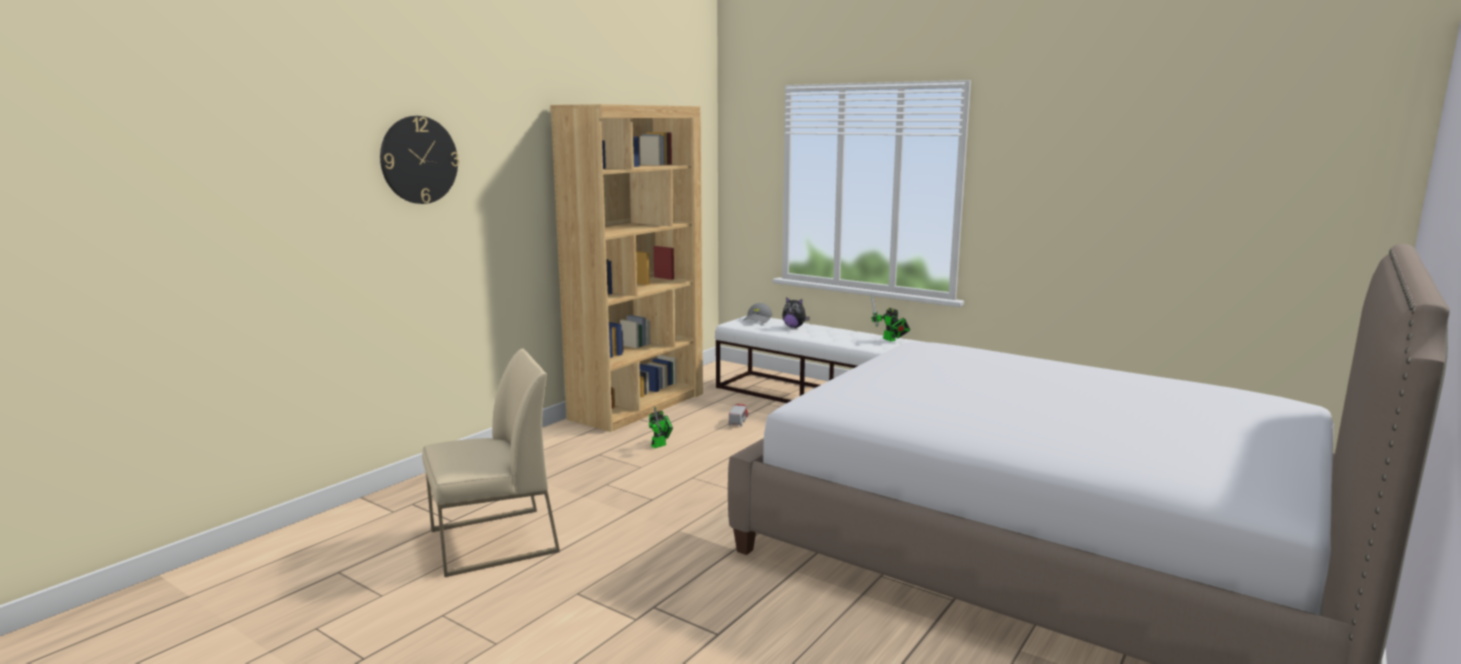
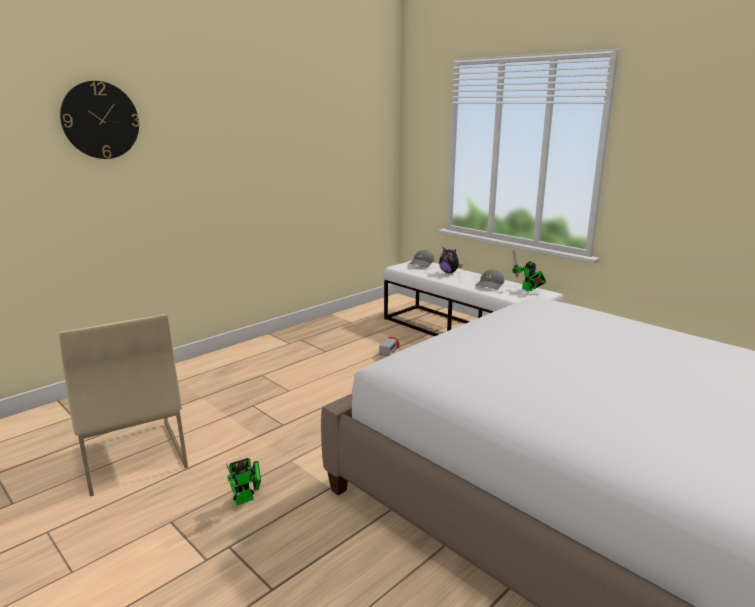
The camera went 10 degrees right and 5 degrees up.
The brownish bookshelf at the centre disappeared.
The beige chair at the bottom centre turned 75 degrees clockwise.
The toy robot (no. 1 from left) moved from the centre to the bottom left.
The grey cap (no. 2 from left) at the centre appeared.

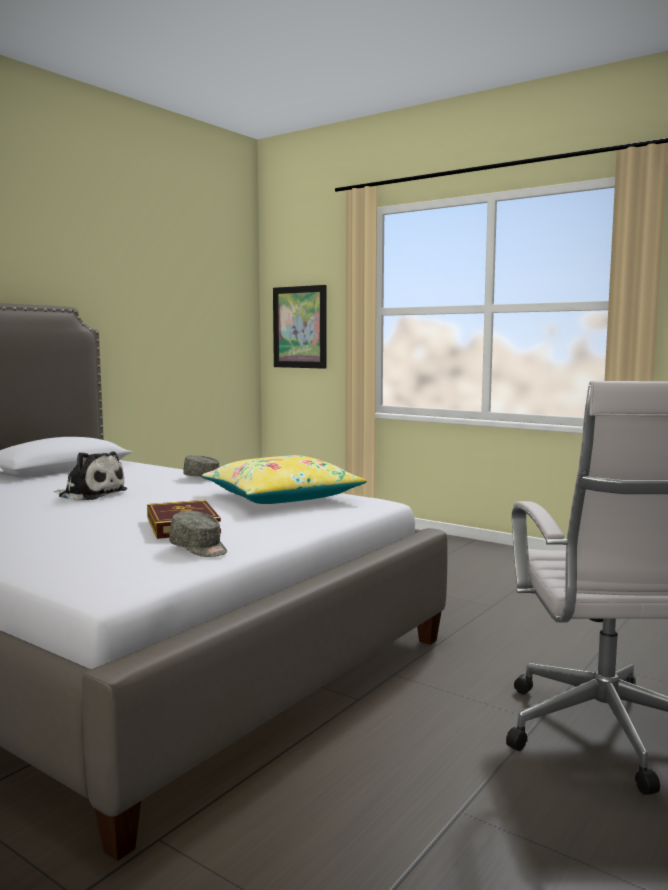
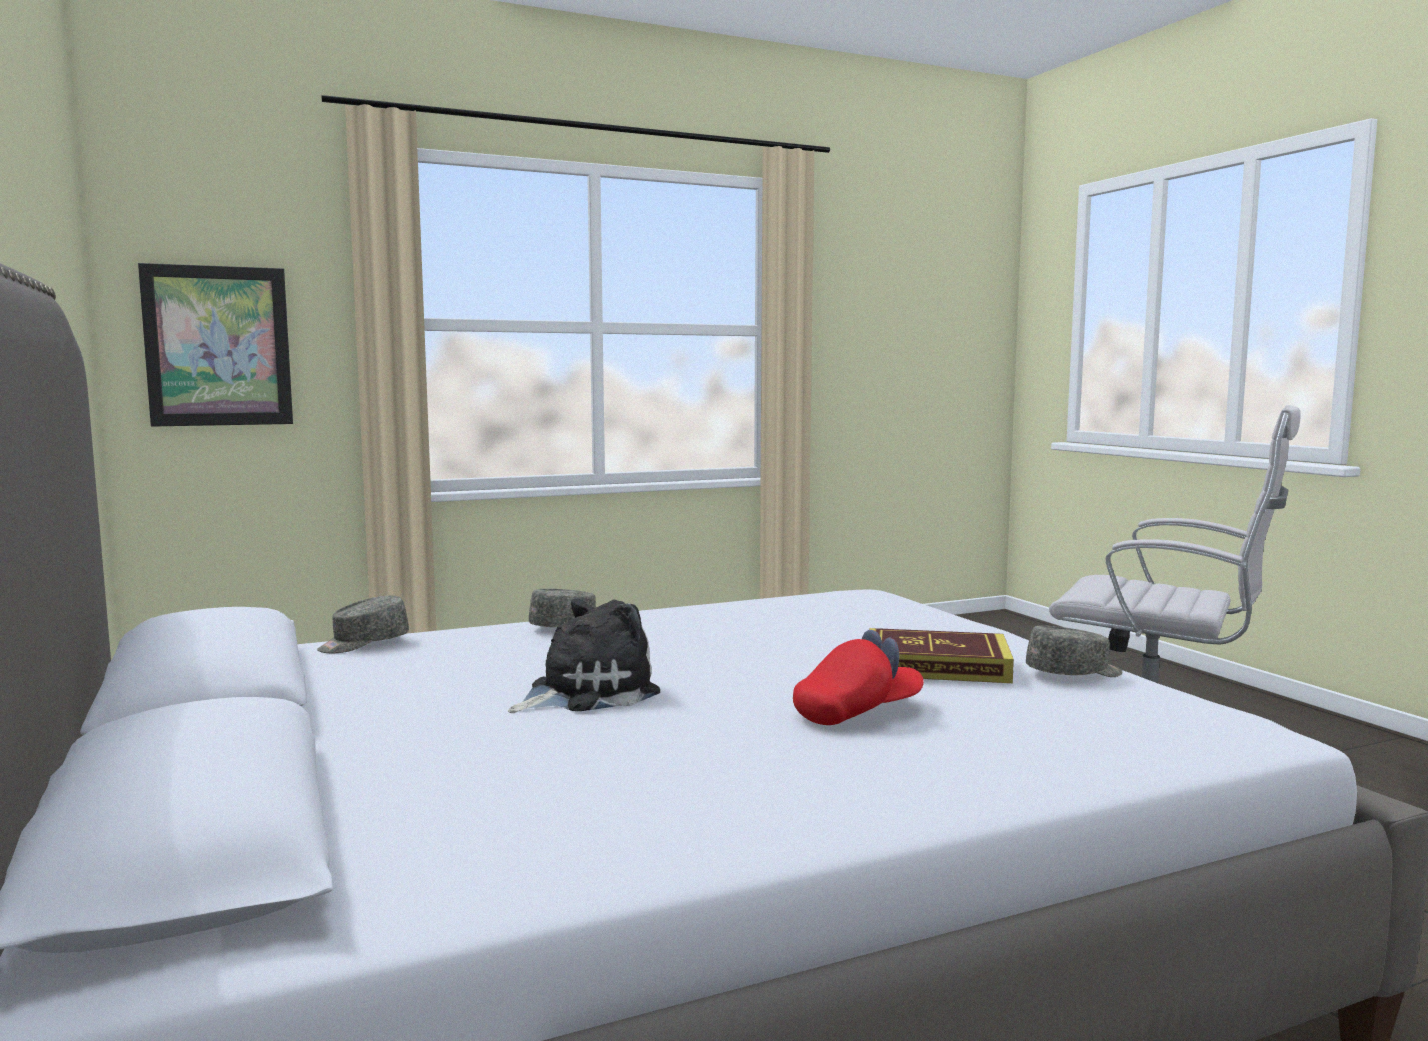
The camera went 60 degrees left and 0 degrees up.
The yellowish pillow at the centre disappeared.
The grey cap (no. 1 from left) at the middle left appeared.
The red-coloured cap at the centre appeared.

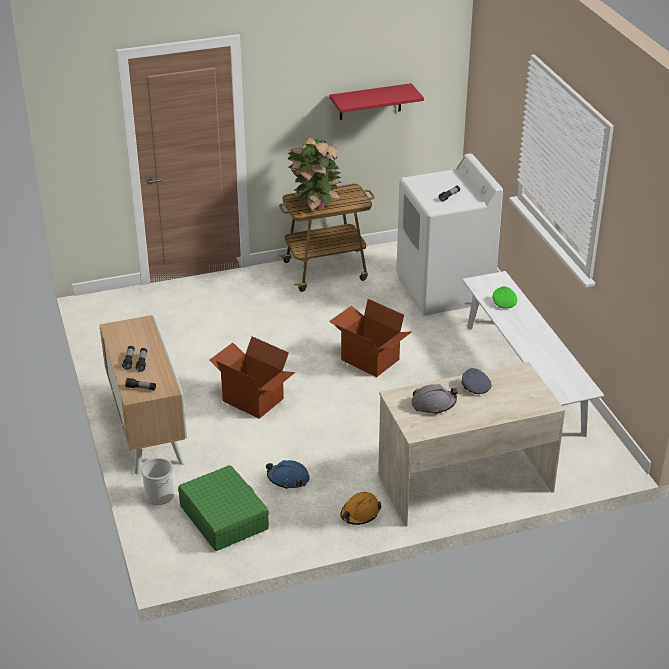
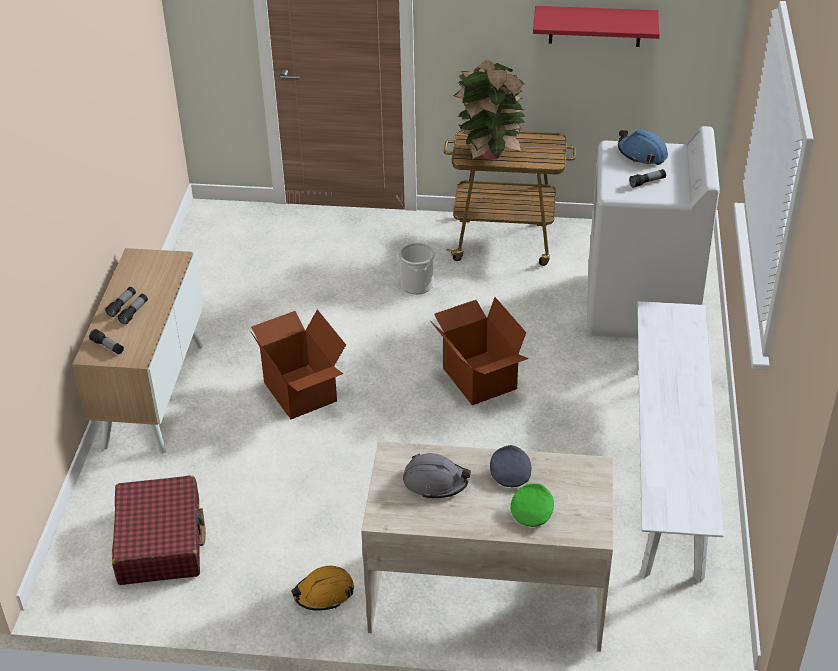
The camera went 25 degrees right and 5 degrees up.
The green-coloured cap moved from the middle right to the bottom centre.
The bucket moved from the bottom left to the centre.
The blue hard hat moved from the bottom centre to the top right.
The green-coloured suitcase at the bottom centre became the red-coloured suitcase at the bottom left.

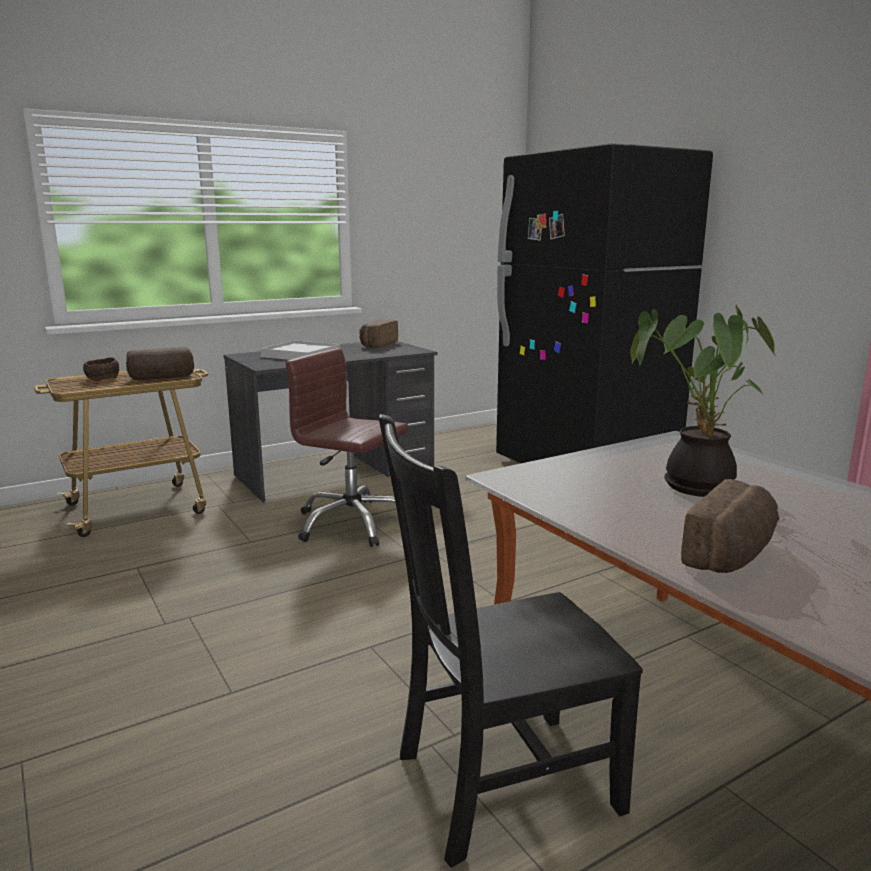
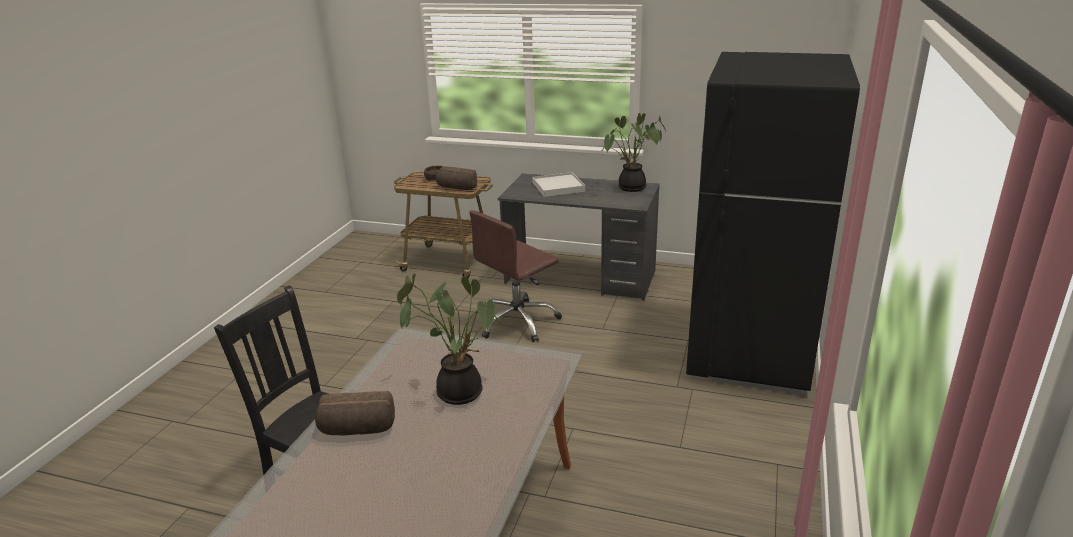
The camera went 50 degrees right and 10 degrees up.
The baked bread (no. 2 from left) at the centre was replaced by the potted plant (no. 2 from left) at the top centre.
The brownish computer chair at the centre turned 120 degrees counterclockwise.

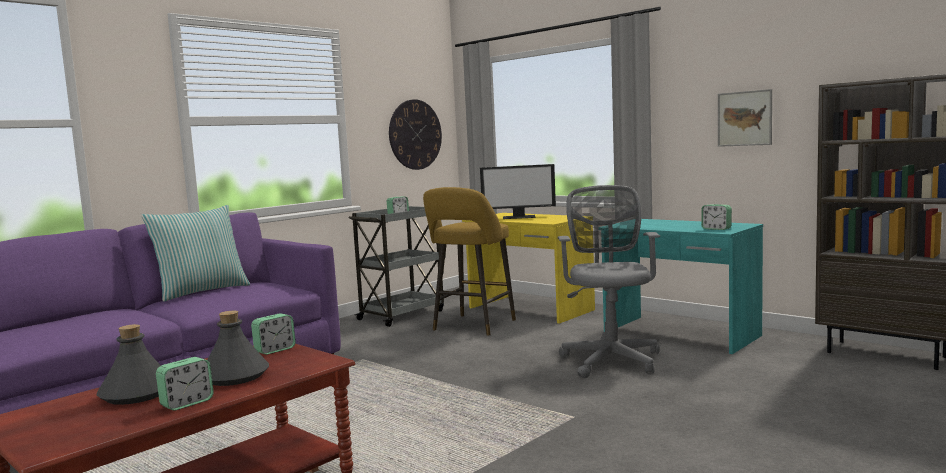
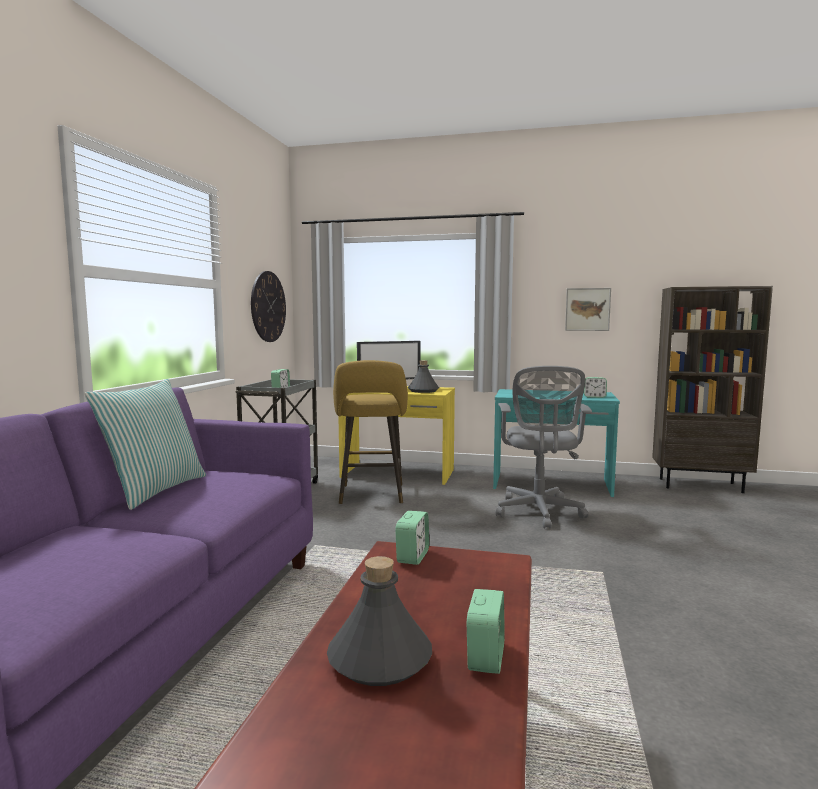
The camera went 30 degrees left and 0 degrees up.
The grey computer chair at the centre turned 150 degrees counterclockwise.
The grey bottle (no. 2 from left) moved from the bottom left to the centre.

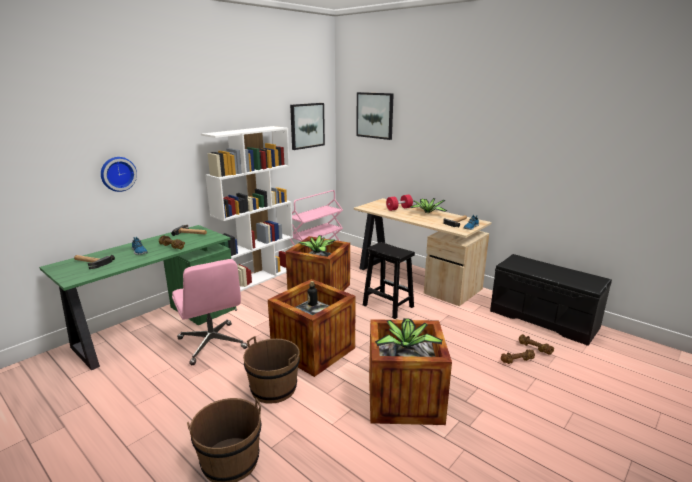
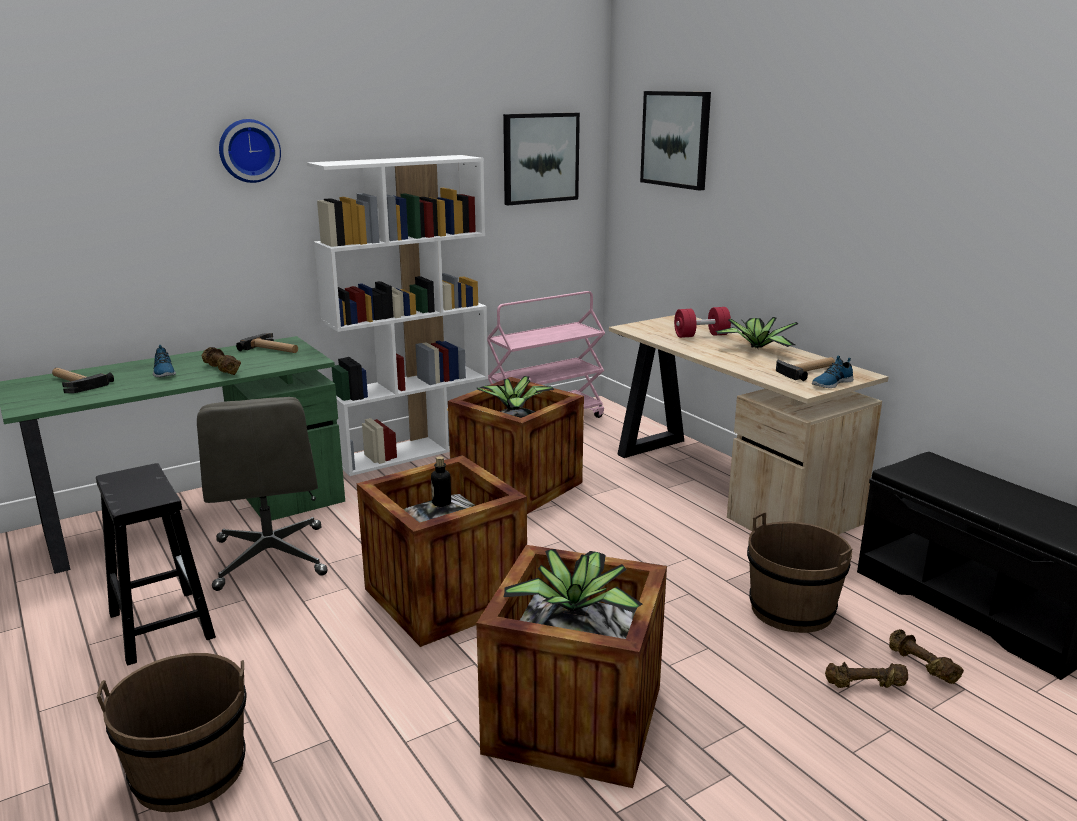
The camera went 15 degrees right and 0 degrees up.
The clock on the wall moved from the middle left to the top left.
The black-coloured sitting stool moved from the centre to the bottom left.
The pink-coloured computer chair at the middle left became the grey computer chair at the middle left.
The brownish bucket (no. 2 from left) moved from the bottom centre to the bottom right.

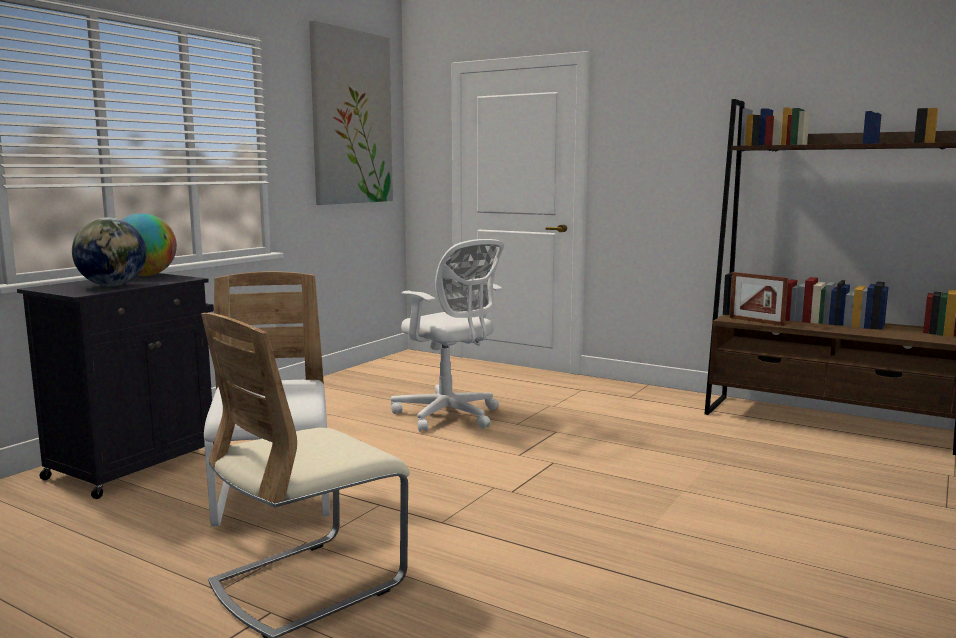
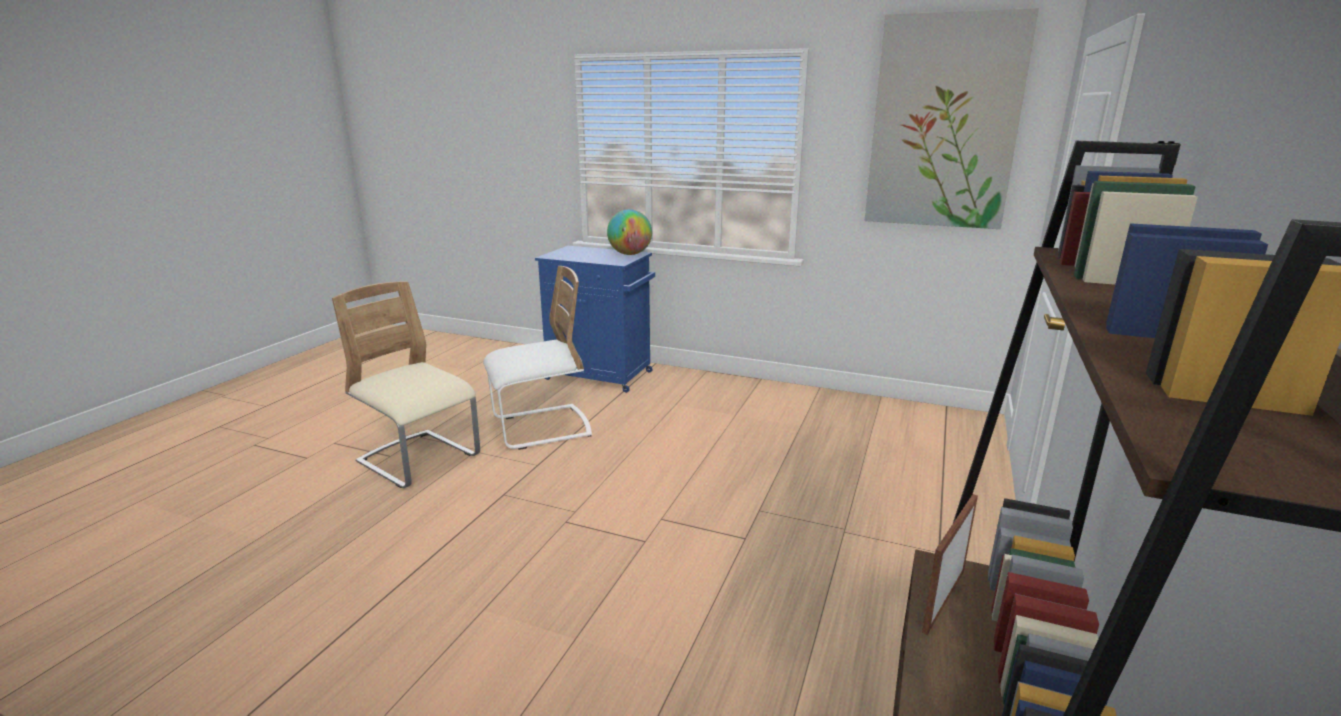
The camera went 80 degrees right and 10 degrees up.
The world globe (no. 1 from left) at the middle left disappeared.
The whitish computer chair at the centre disappeared.
The black-coloured storage cabinet at the middle left became the blue storage cabinet at the centre.

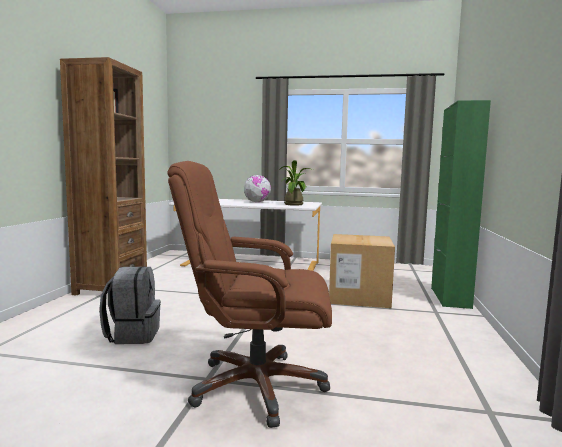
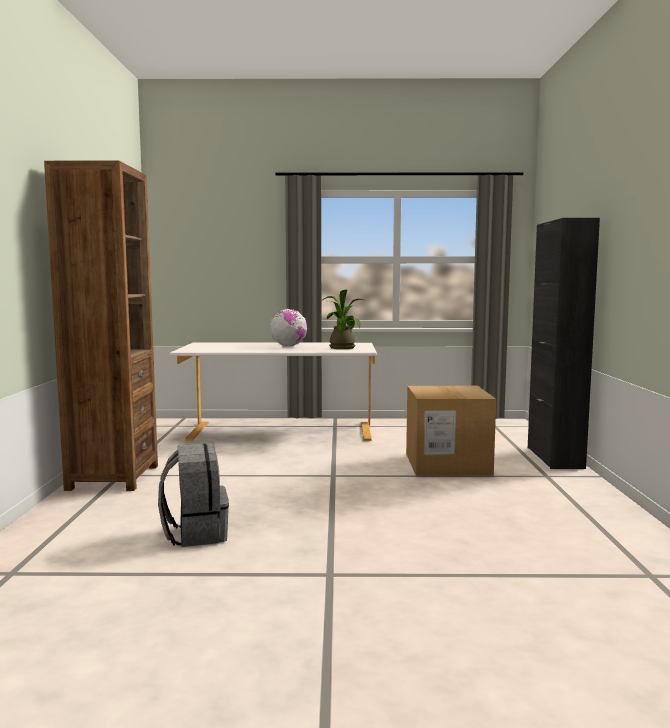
The camera went 10 degrees left and 0 degrees up.
The green-coloured storage cabinet at the middle right became the black-coloured storage cabinet at the middle right.
The brownish computer chair at the centre disappeared.

